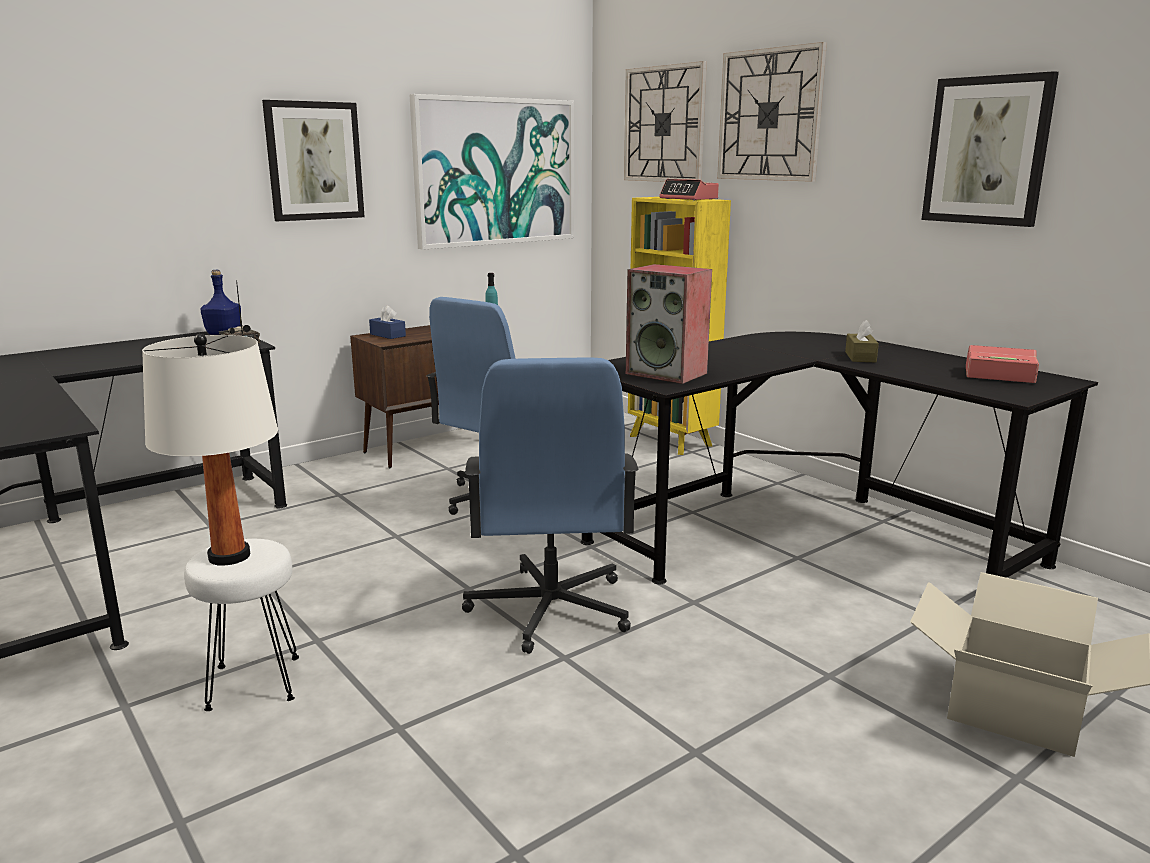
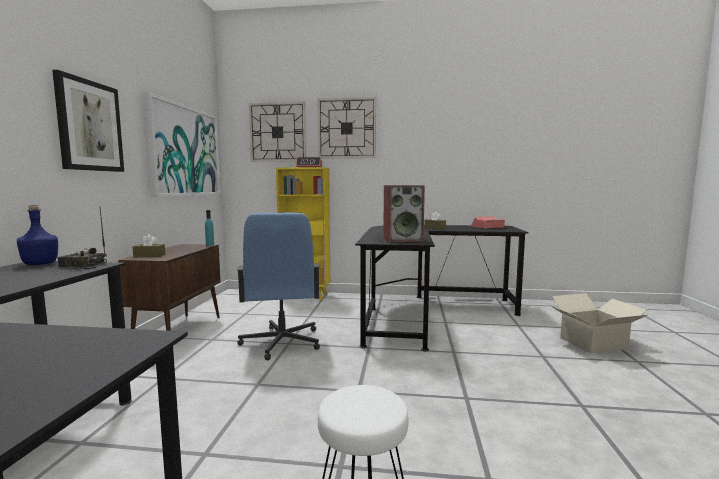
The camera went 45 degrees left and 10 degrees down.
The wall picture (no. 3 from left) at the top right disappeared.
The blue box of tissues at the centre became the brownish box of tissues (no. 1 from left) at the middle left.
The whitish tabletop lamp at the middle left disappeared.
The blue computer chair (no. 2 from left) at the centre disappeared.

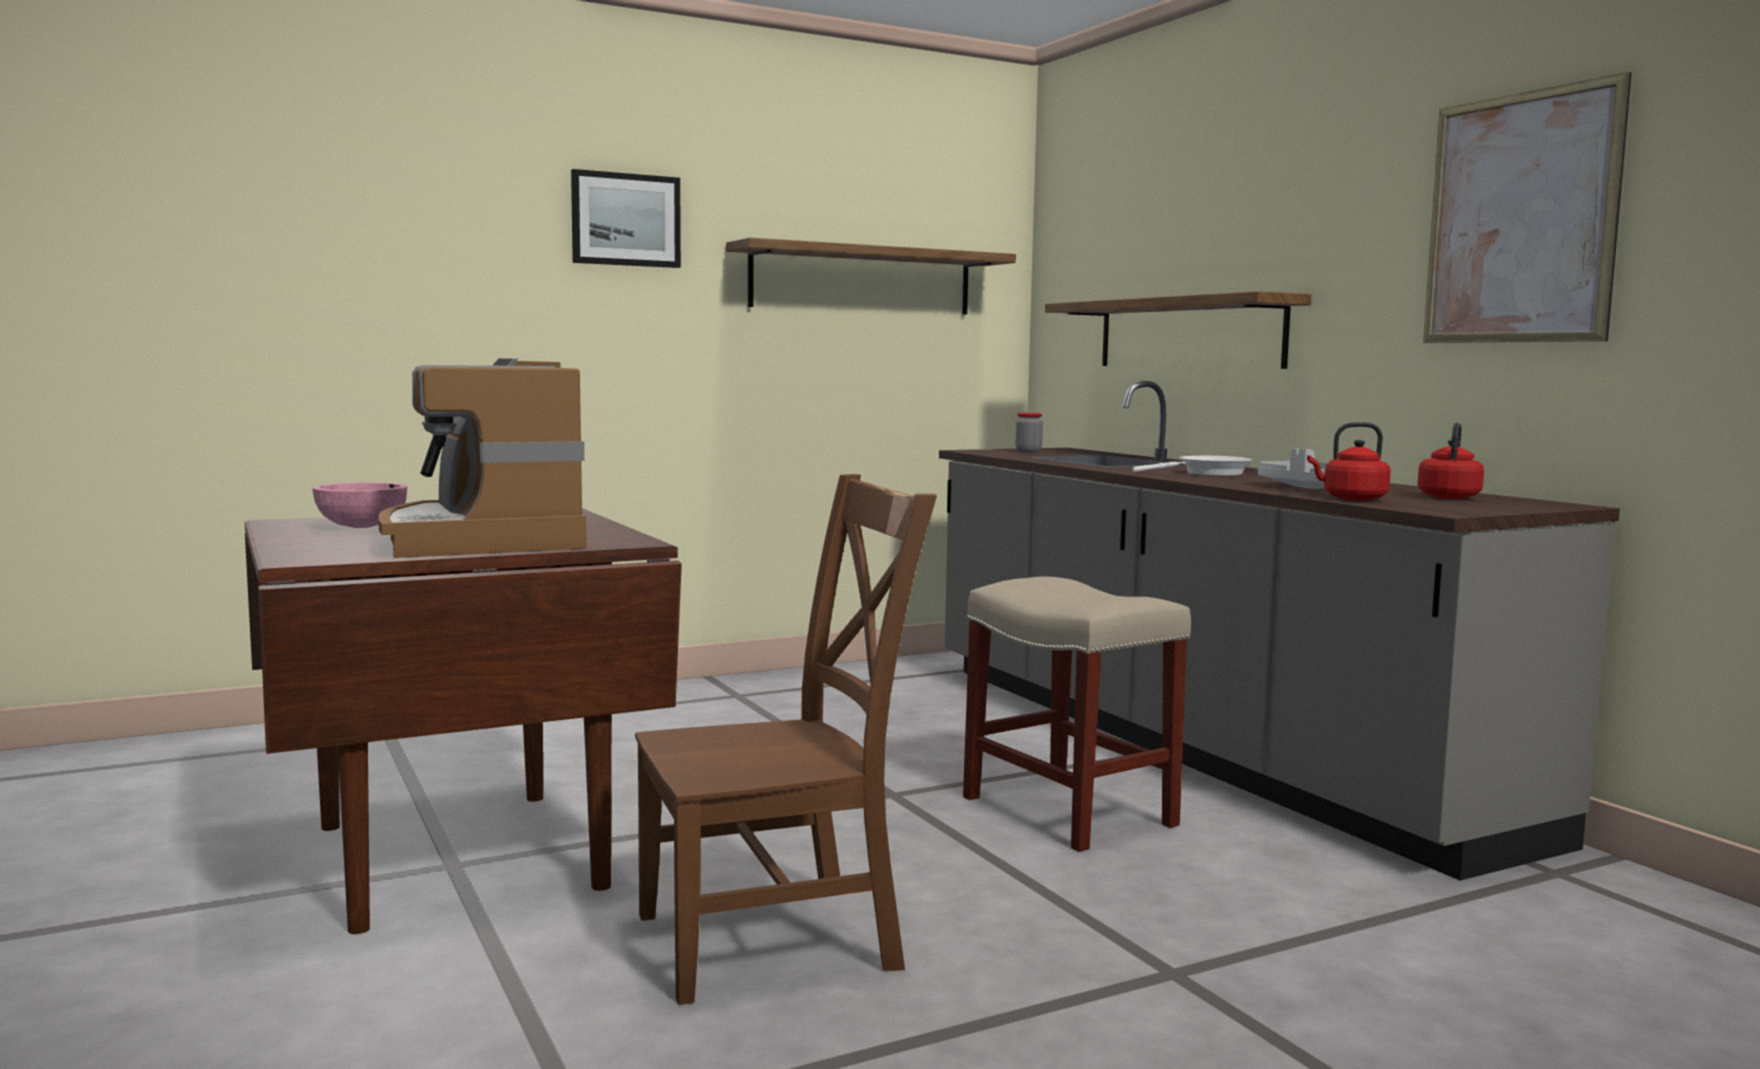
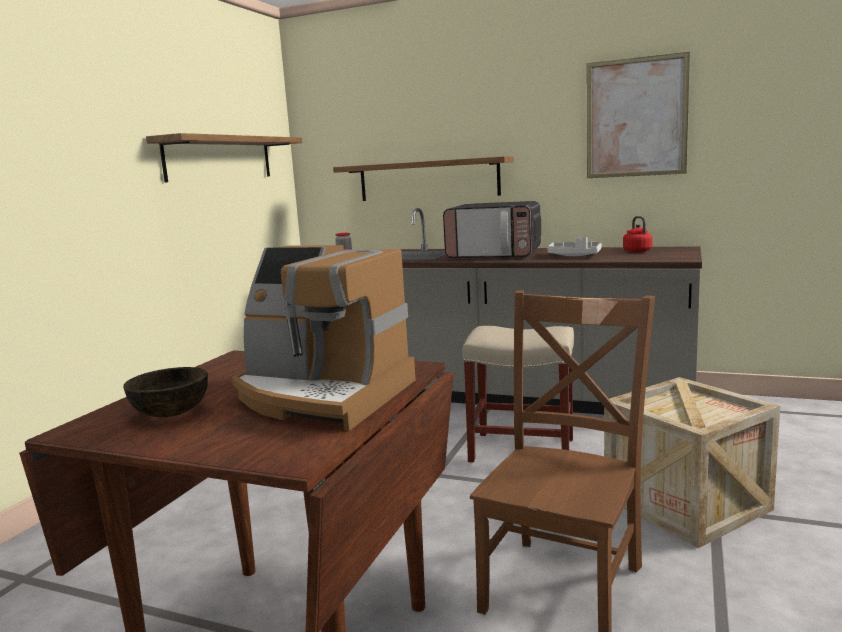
The camera went 40 degrees left and 5 degrees up.
The wall picture (no. 1 from left) at the top centre disappeared.
The red-coloured water kettle (no. 1 from left) at the middle right disappeared.
The whitish skillet at the middle right was replaced by the kitchen microwave at the centre.
The pink-coloured serving bowl at the middle left became the brownish serving bowl at the middle left.
The shipping crate at the bottom right appeared.

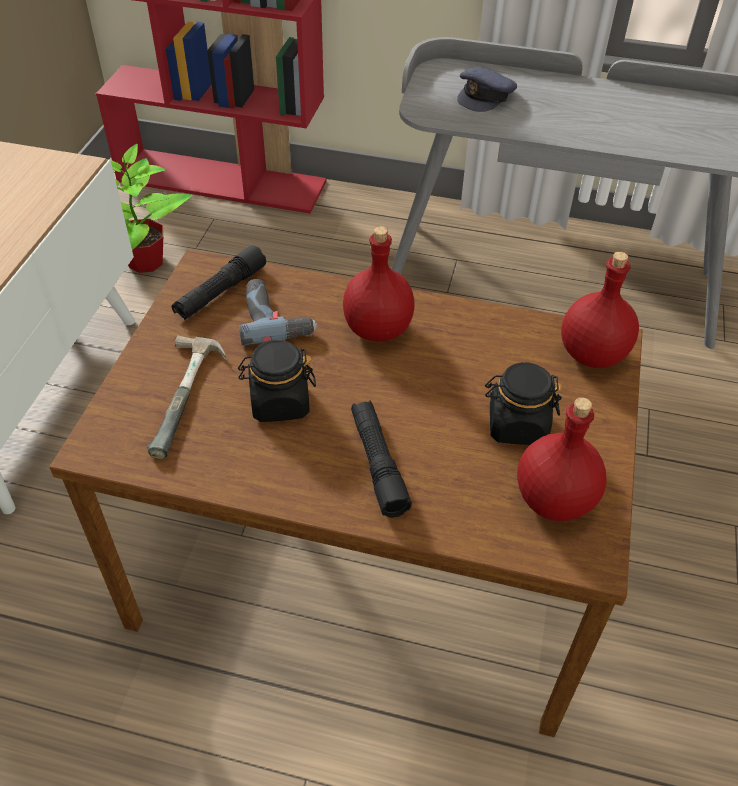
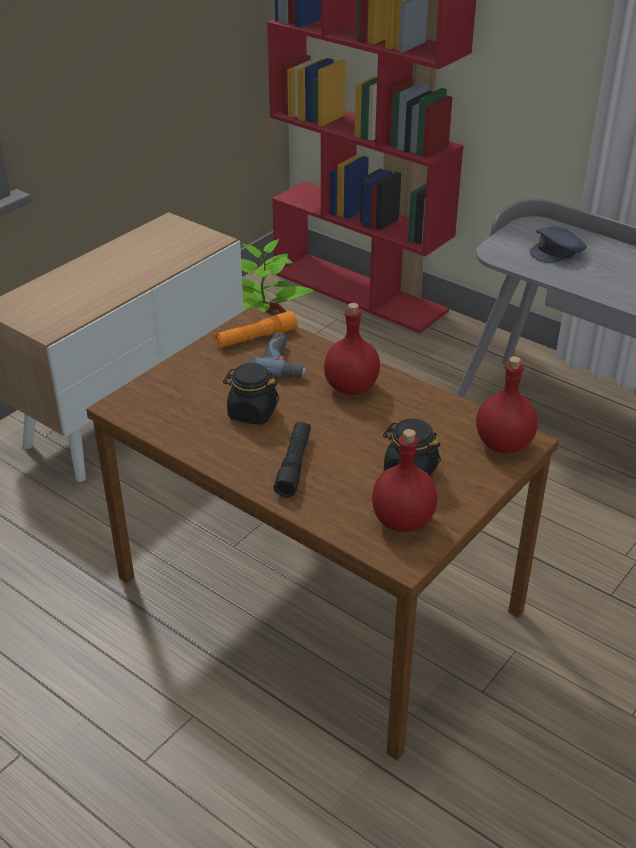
The camera went 25 degrees right and 10 degrees down.
The black-coloured flashlight (no. 1 from left) at the middle left became the orange-coloured flashlight at the centre.
The hand hammer at the middle left disappeared.

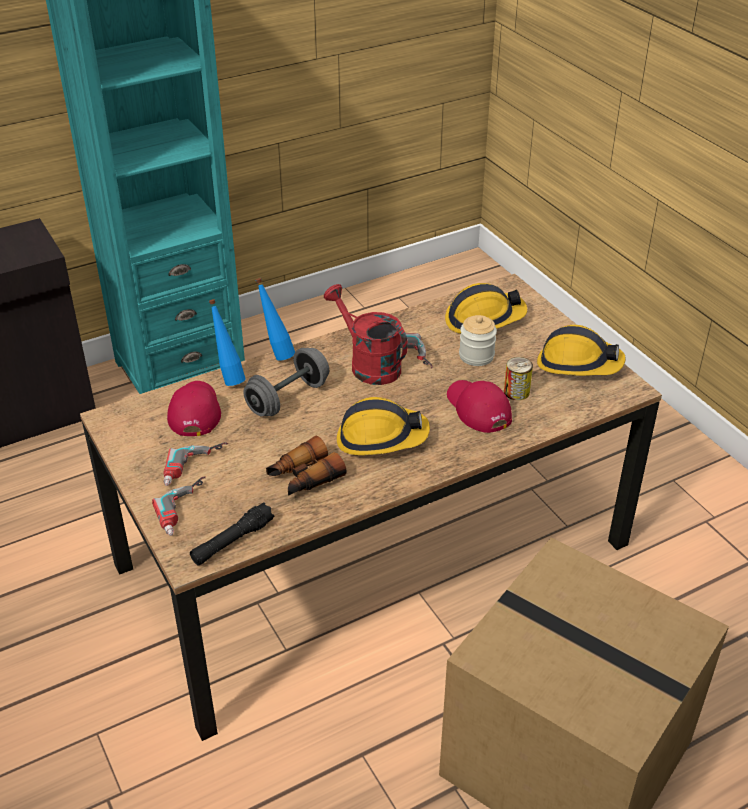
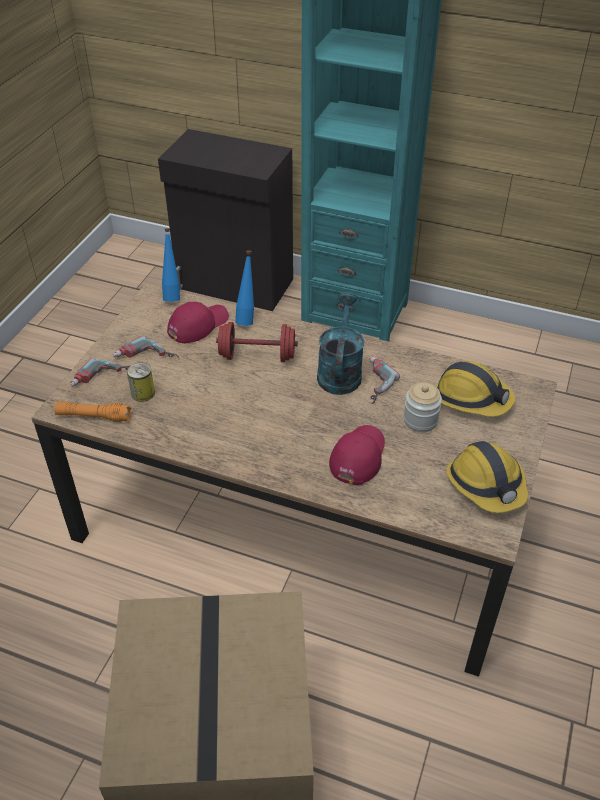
The camera went 50 degrees right and 5 degrees up.
The blue bottle (no. 2 from left in the first image) moved from the centre to the top left.
The red-coloured sprinkling can at the centre became the blue-green sprinkling can at the centre.
The grey free weight at the centre became the red-coloured free weight at the centre.
The metal can moved from the middle right to the middle left.
The hard hat (no. 1 from left) at the centre disappeared.
The field glasses at the centre disappeared.
The black-coloured flashlight at the middle left became the orange-coloured flashlight at the middle left.

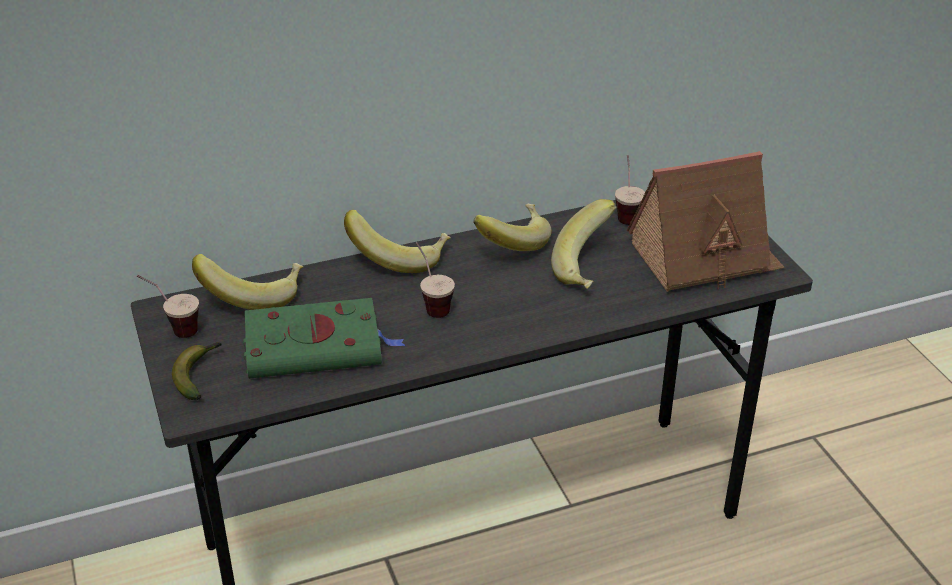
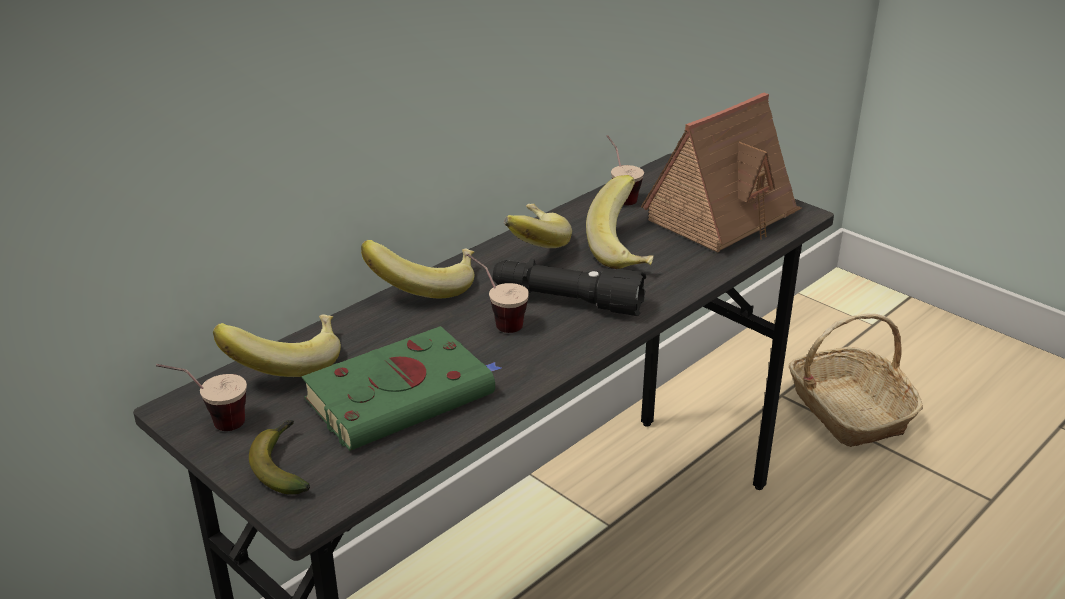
The camera went 25 degrees left and 5 degrees down.
The black-coloured flashlight at the centre appeared.
The storage basket at the middle right appeared.

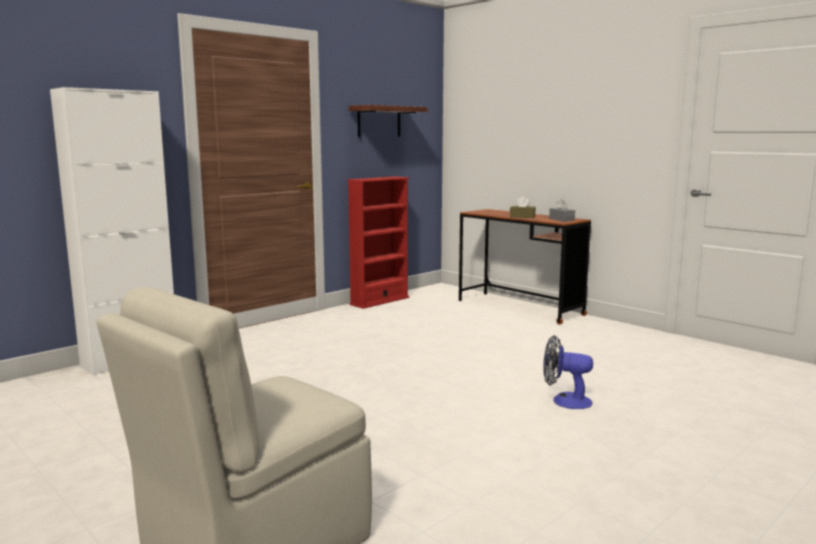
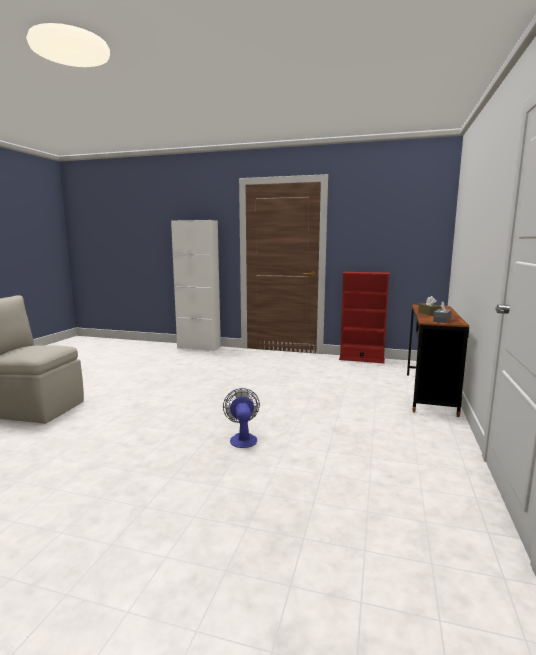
The camera went 60 degrees right and 0 degrees up.
The shelf at the top centre disappeared.

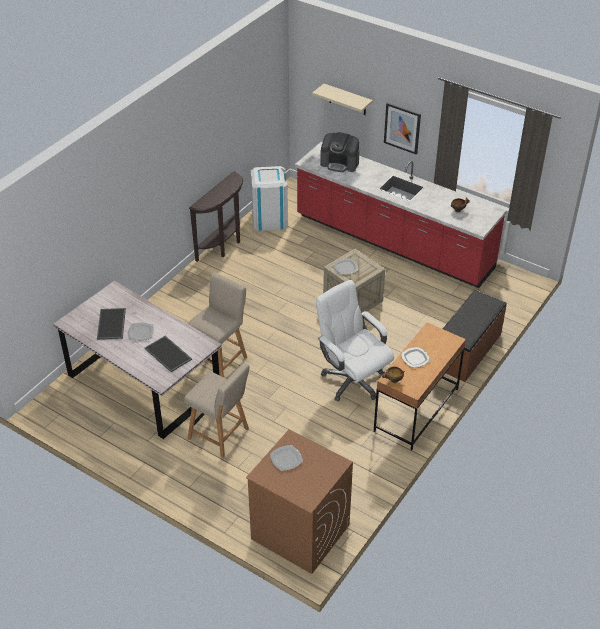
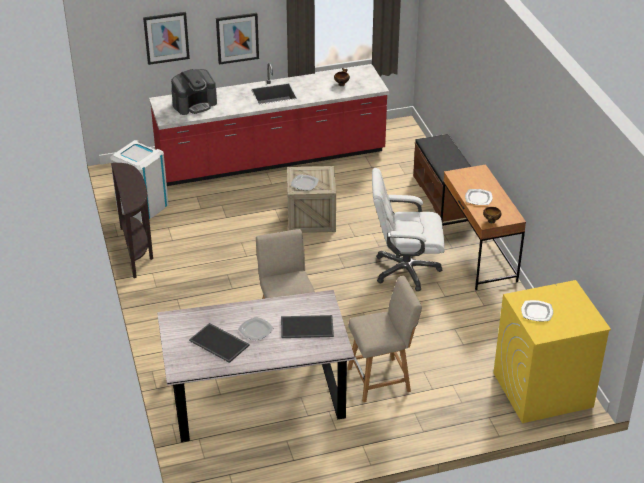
The camera went 50 degrees left and 5 degrees down.
The beige shelf at the top centre was replaced by the wall picture (no. 1 from left) at the top left.
The brownish laundry appliance at the bottom centre became the yellowish laundry appliance at the bottom right.

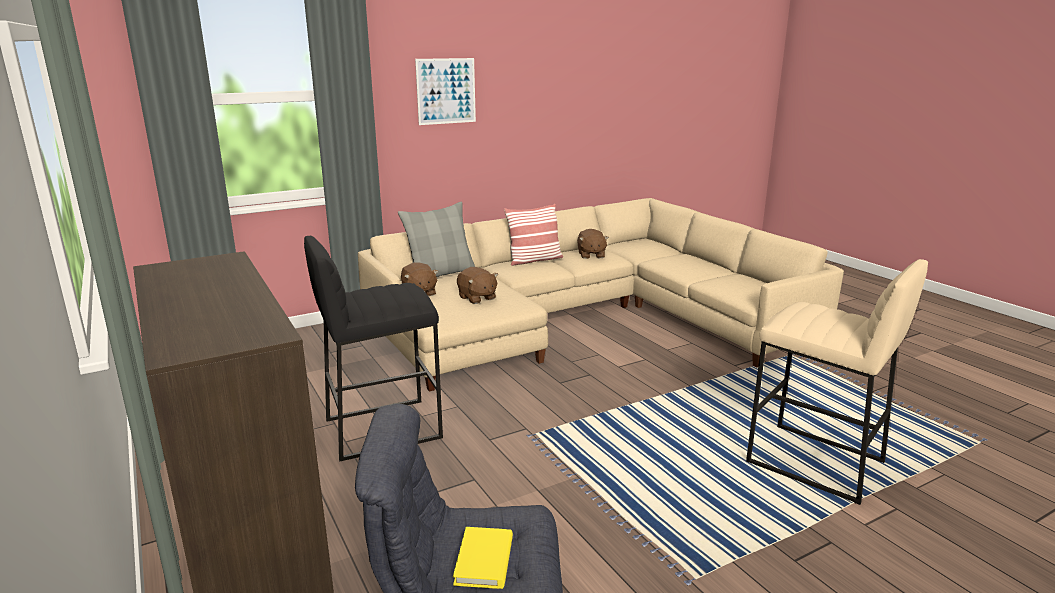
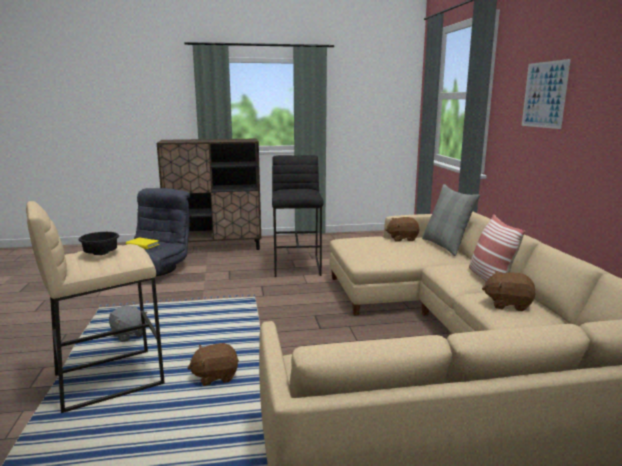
The camera went 110 degrees right and 5 degrees down.
The brownish soft toy (no. 2 from left in the first image) moved from the centre to the bottom centre.
The black-coloured serving bowl at the middle left appeared.
The grey soft toy at the bottom left appeared.

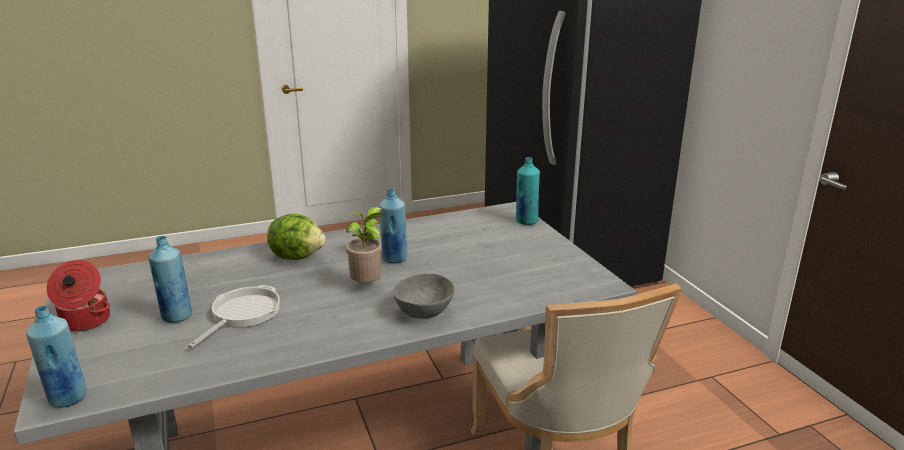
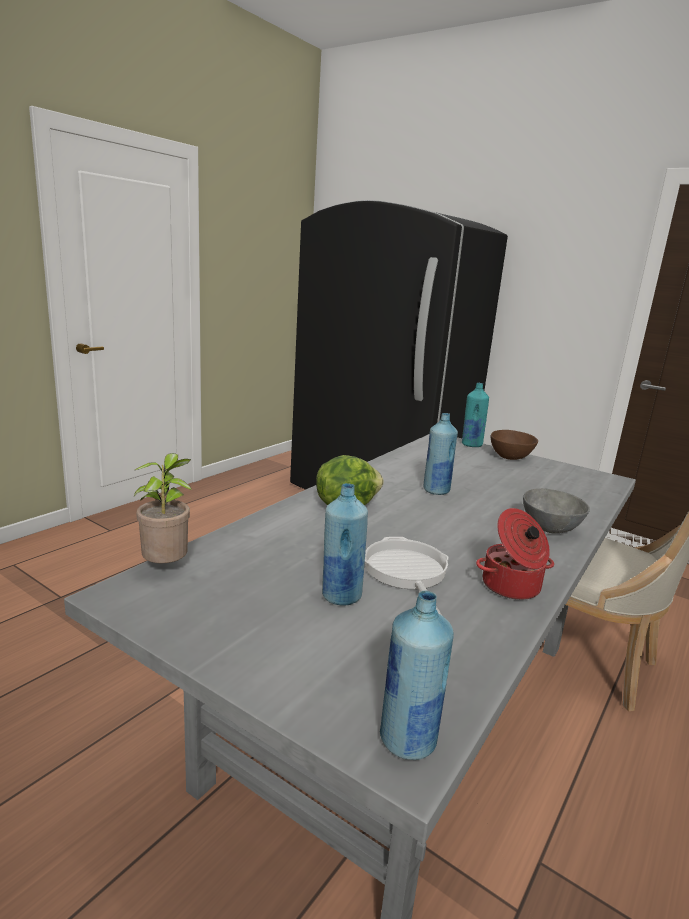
The camera went 35 degrees left and 5 degrees down.
The potted plant moved from the centre to the middle left.
The cooking pot moved from the middle left to the middle right.
The brownish serving bowl at the middle right appeared.

